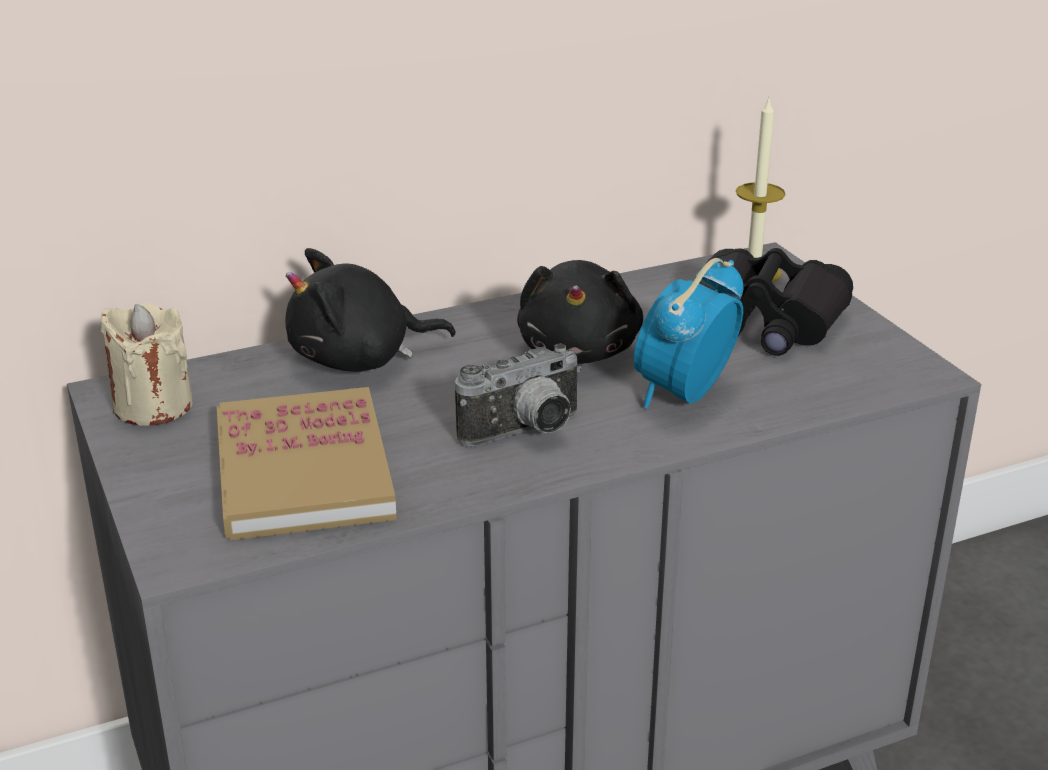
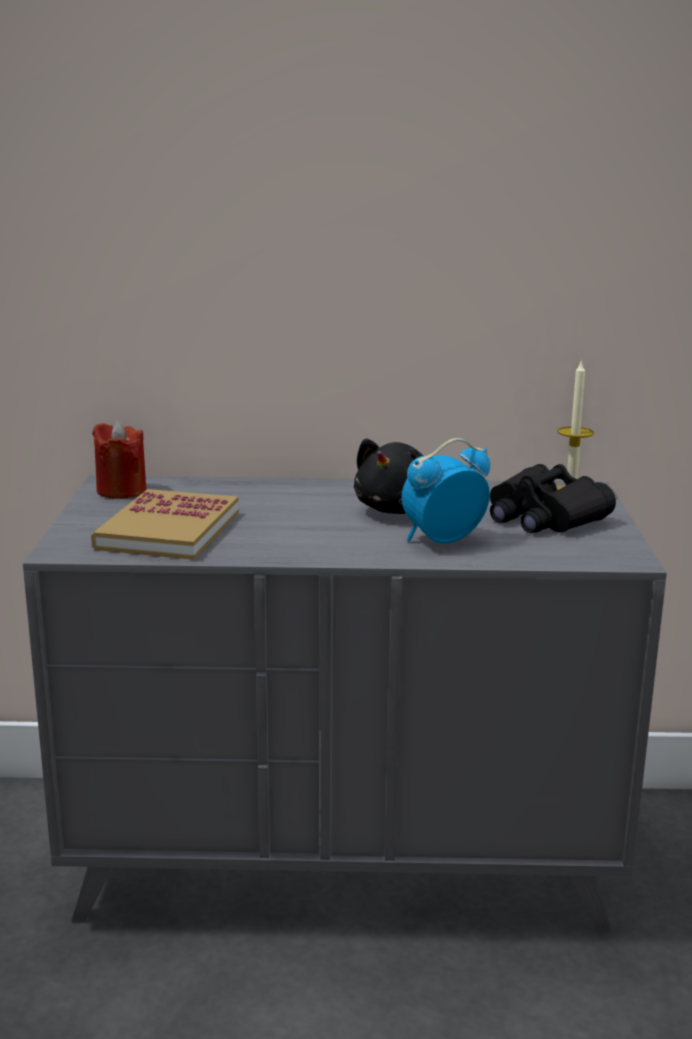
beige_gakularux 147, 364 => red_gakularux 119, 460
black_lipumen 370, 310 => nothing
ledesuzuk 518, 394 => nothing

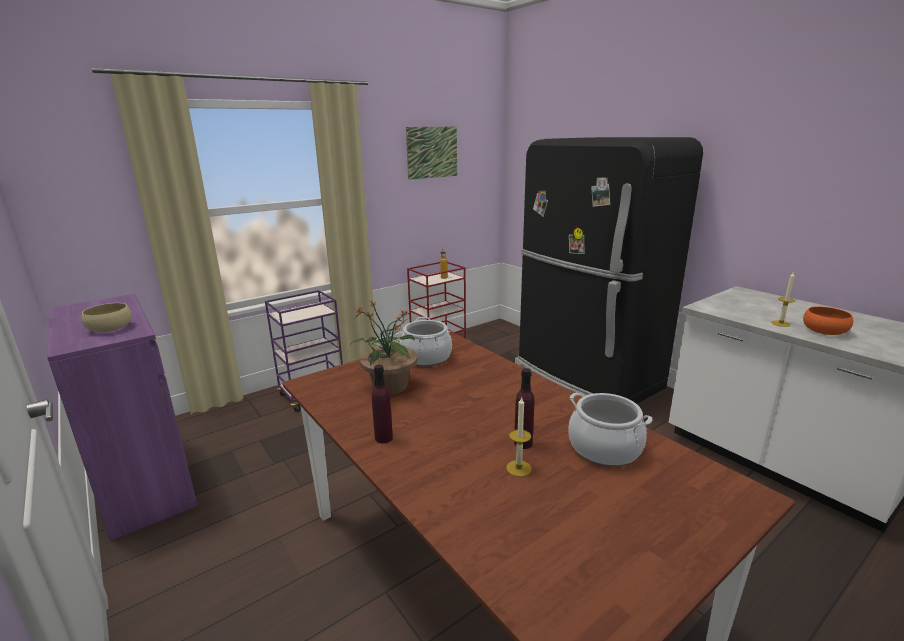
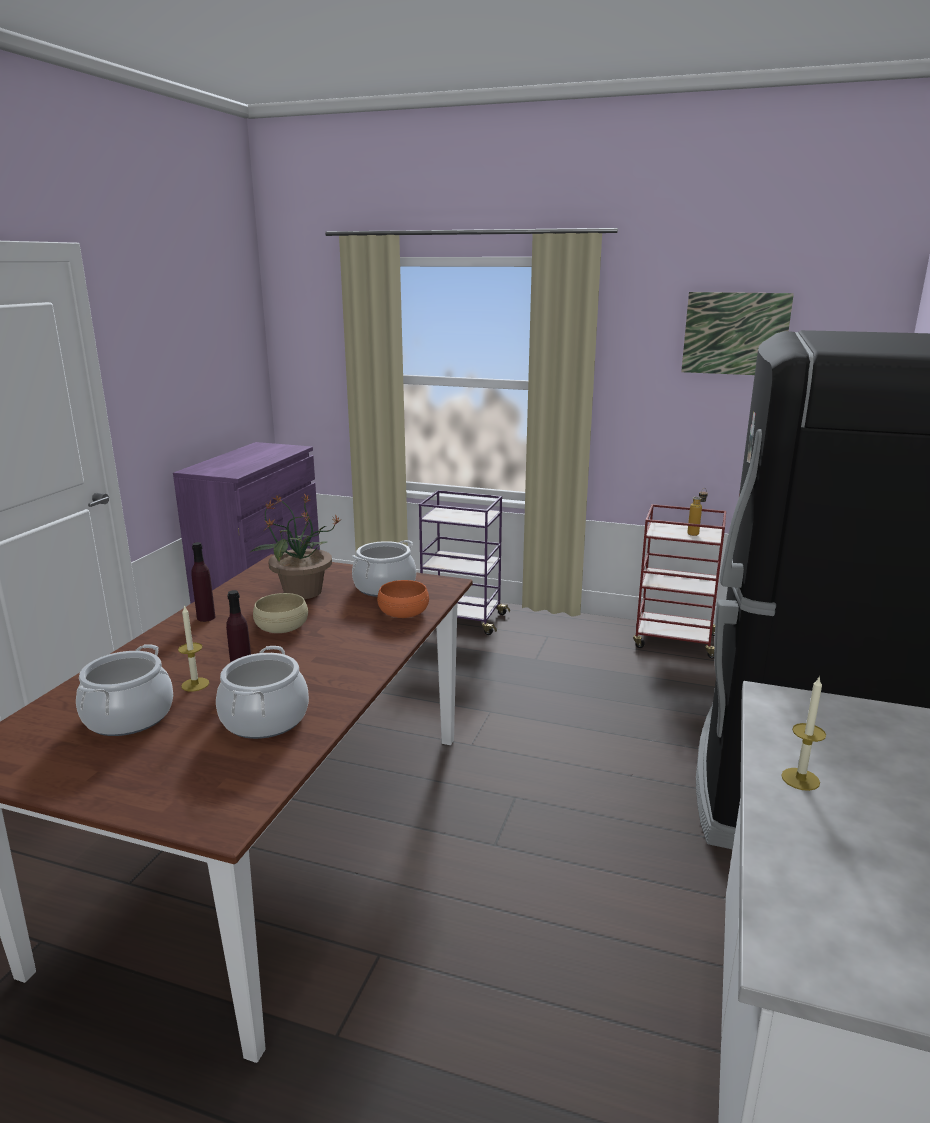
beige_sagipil 106, 317 => beige_sagipil 280, 613, shifted
orange_sagipil 828, 320 => orange_sagipil 403, 599, shifted
nothing => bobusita 124, 690

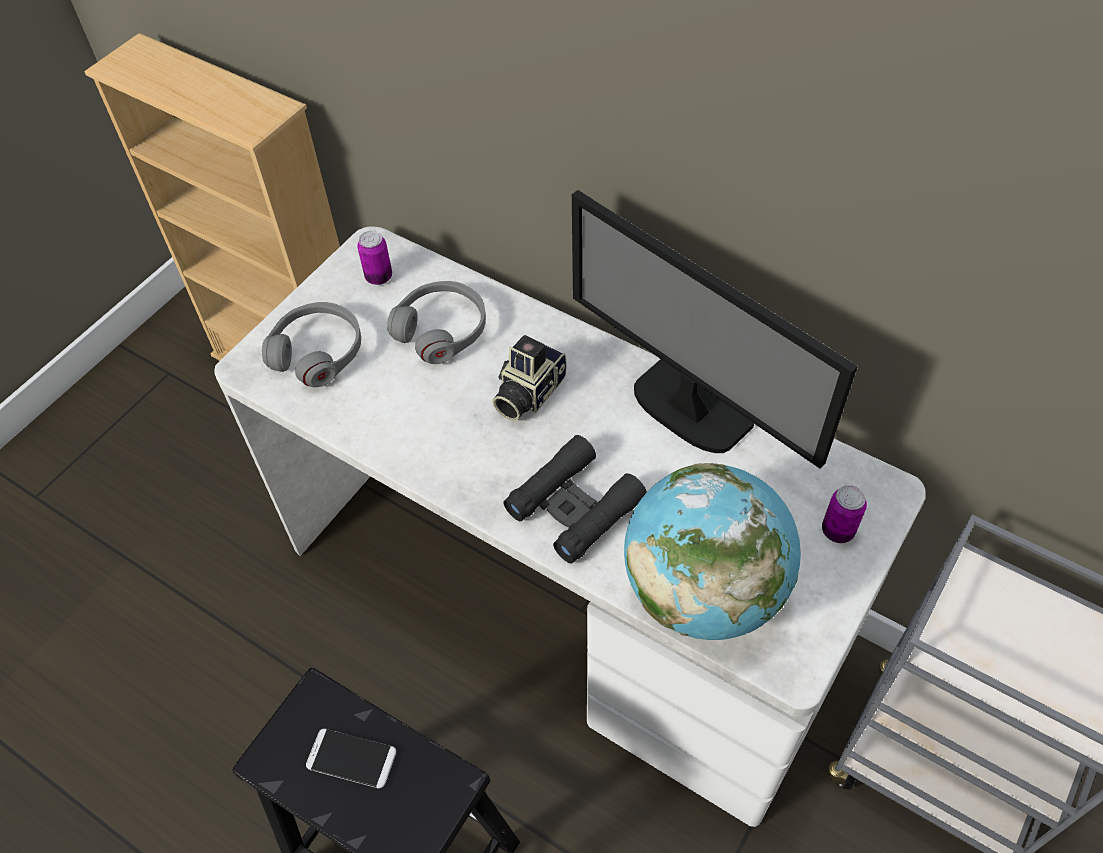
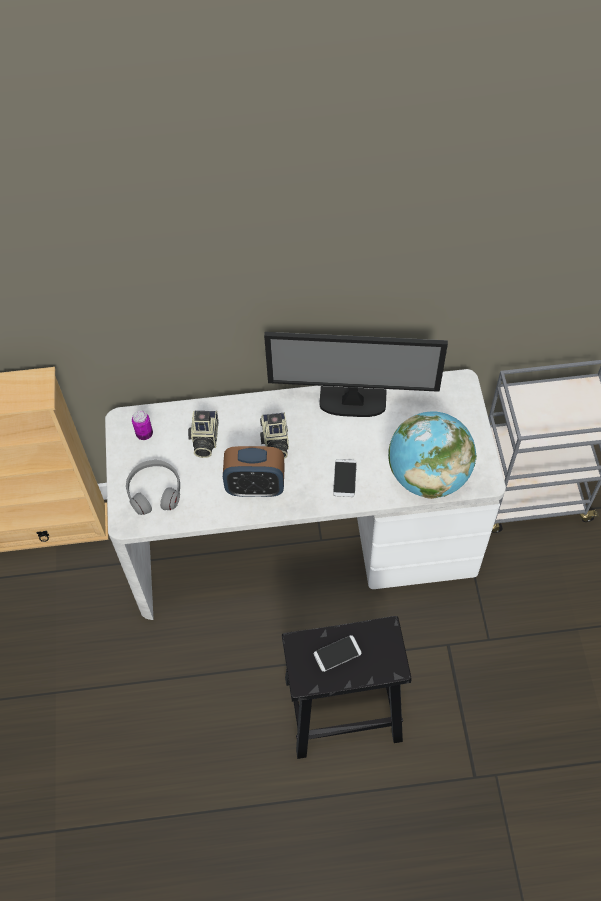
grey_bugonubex 436, 322 => ledesuzuk 203, 434
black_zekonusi 575, 499 => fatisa 345, 478
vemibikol 844, 514 => nothing
nothing => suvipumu 254, 471

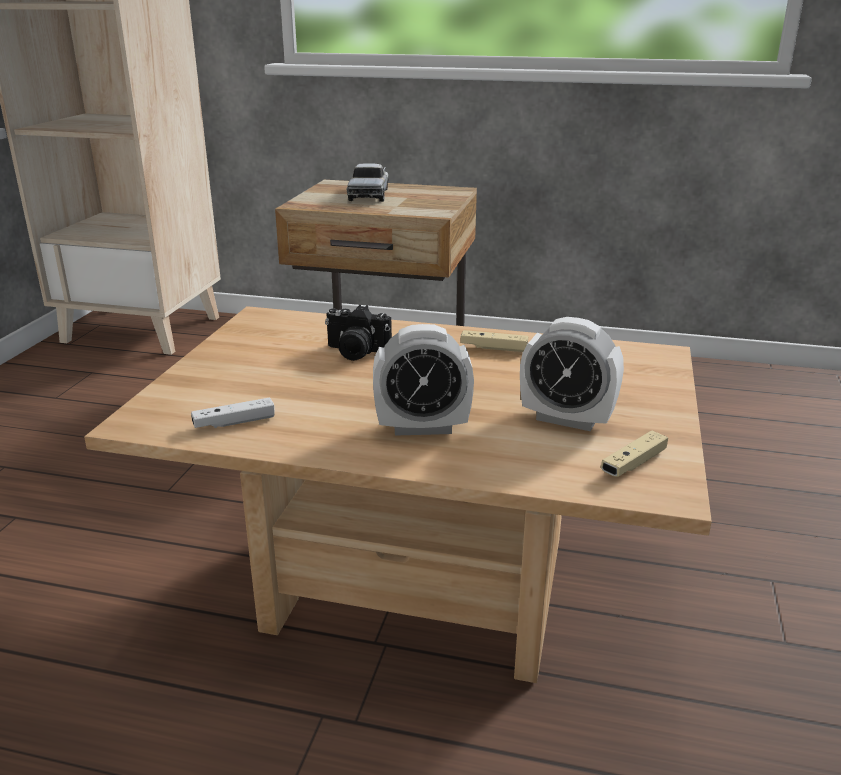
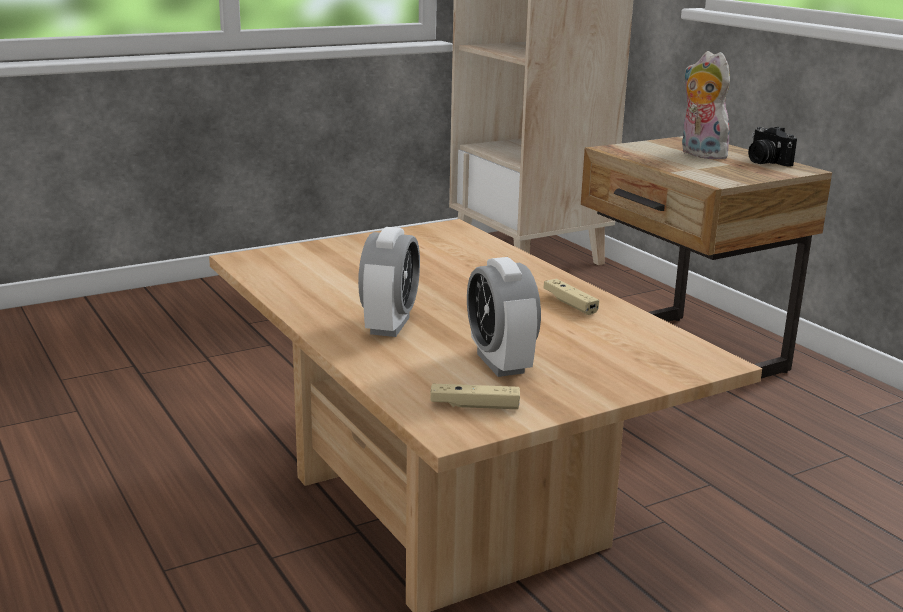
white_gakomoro 232, 413 => nothing
ledesuzuk 358, 333 => ledesuzuk 772, 147, shifted
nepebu 367, 182 => lipumen 706, 105
suvipumu 423, 380 => suvipumu 389, 282, 120 degrees counterclockwise

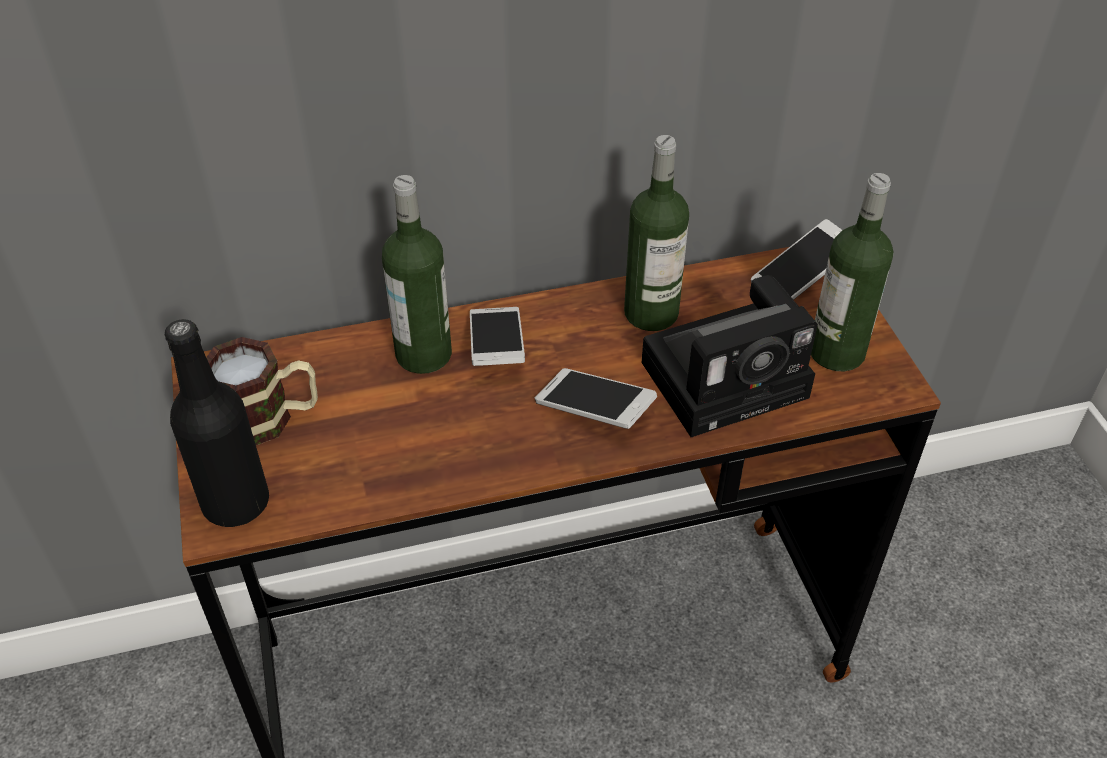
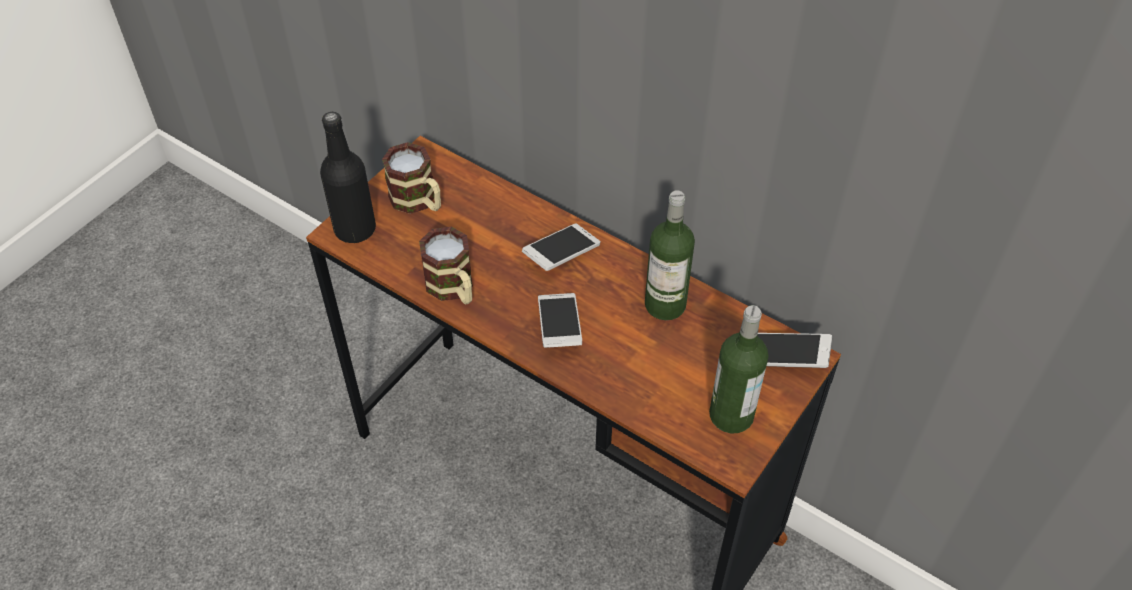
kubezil 417, 274 => nothing
ledesuzuk 730, 356 => nothing
nothing => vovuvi 446, 265

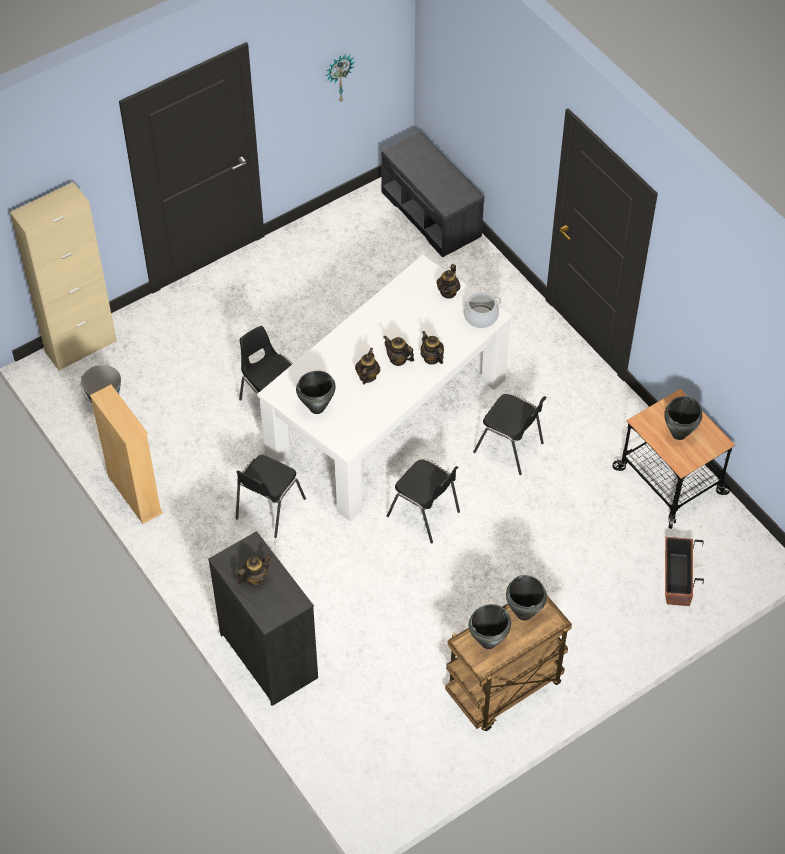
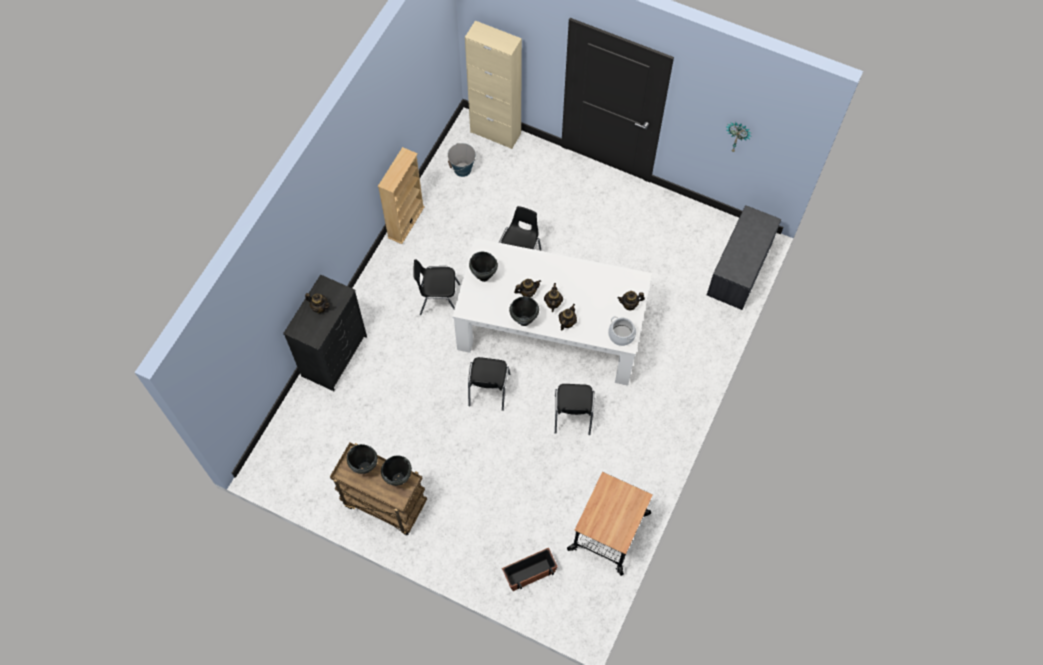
black_bobusita 683, 418 => black_bobusita 524, 311, shifted

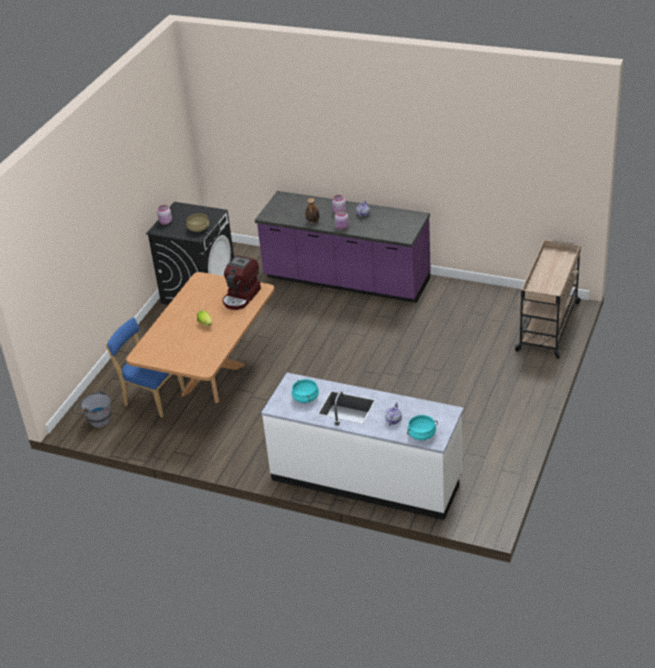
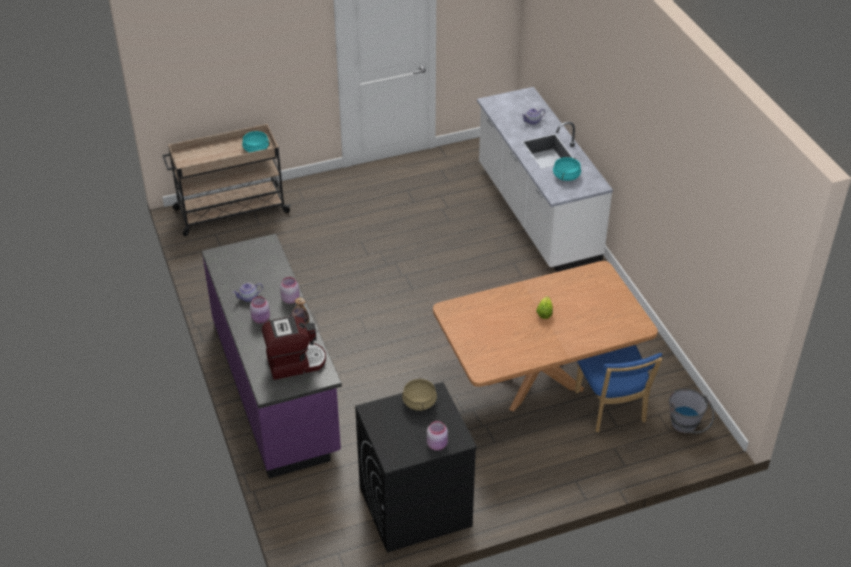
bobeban 241, 282 => bobeban 294, 348, shifted
turquoise_bobusita 422, 427 => turquoise_bobusita 256, 142, shifted

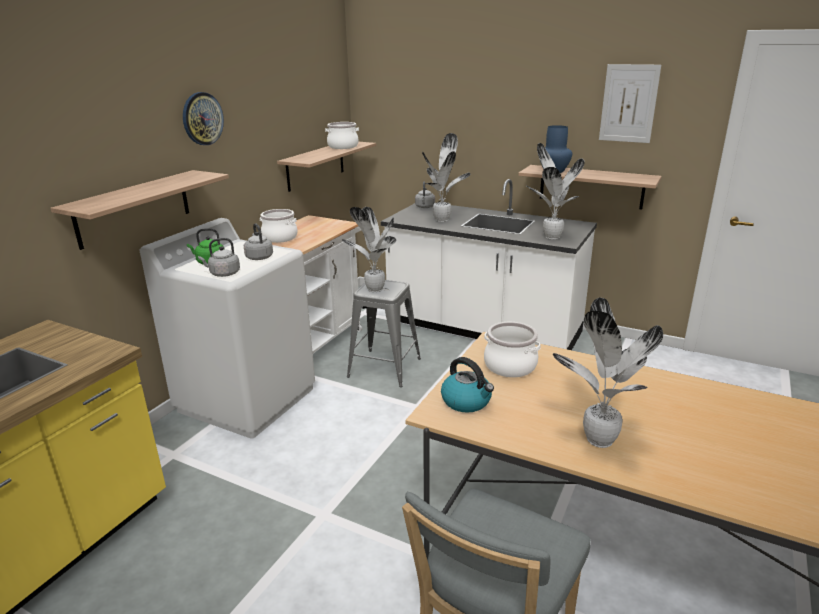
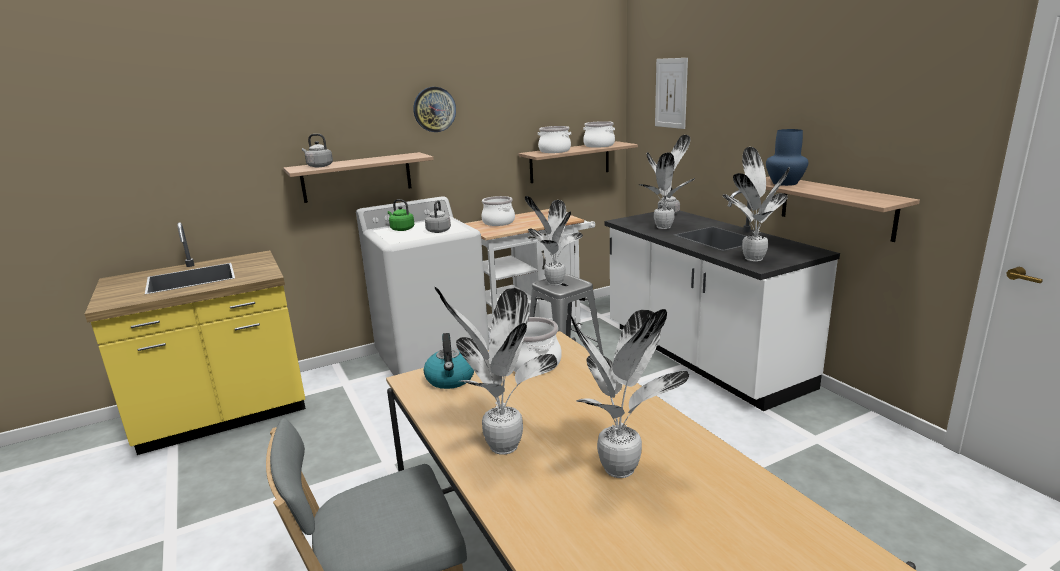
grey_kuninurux 219, 257 => grey_kuninurux 317, 150, shifted
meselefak 630, 103 => meselefak 671, 93, shifted
nothing => bobusita 554, 139
nothing => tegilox 629, 393

